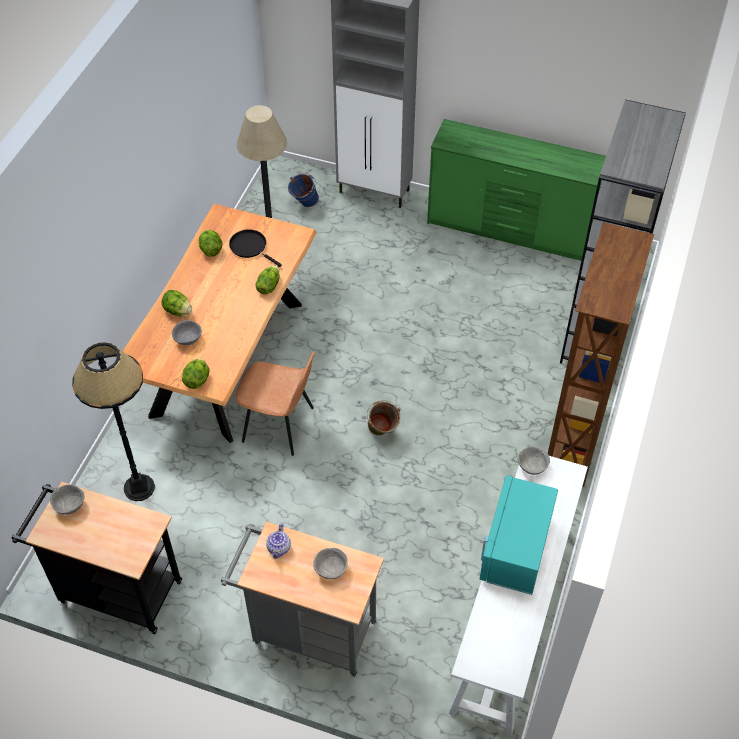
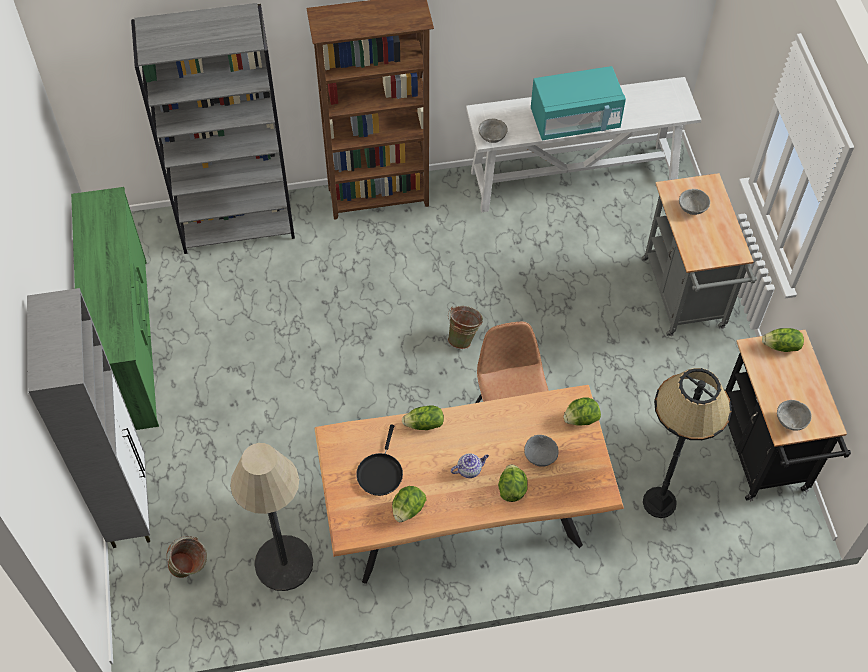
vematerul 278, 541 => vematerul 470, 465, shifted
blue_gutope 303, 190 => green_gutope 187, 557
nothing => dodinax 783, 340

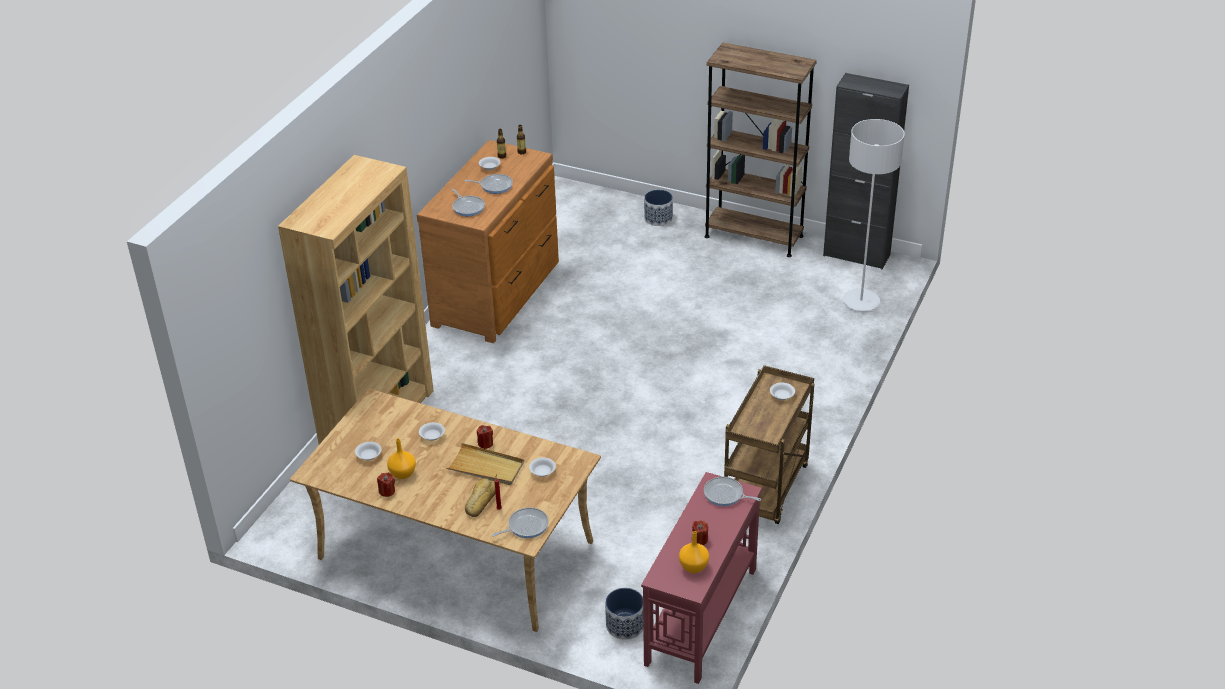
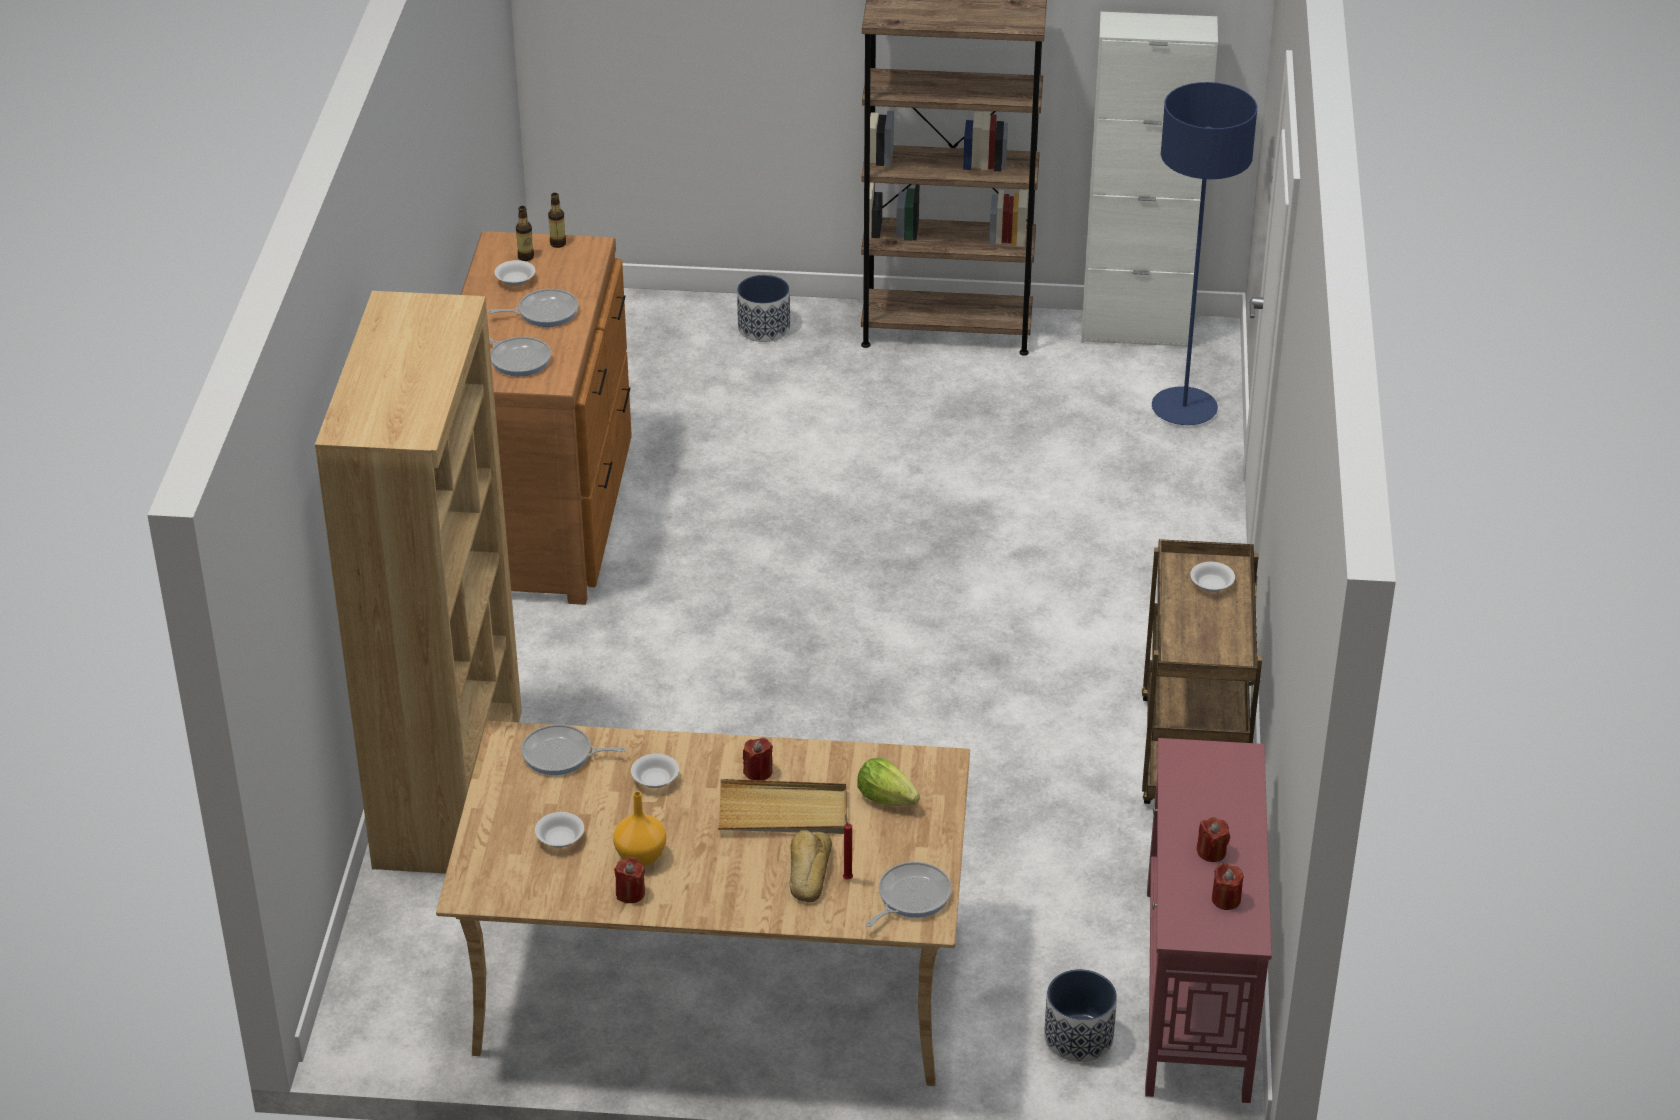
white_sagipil 542, 467 => dodinax 889, 782
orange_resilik 694, 552 => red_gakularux 1228, 886
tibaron 732, 491 => tibaron 573, 749, shifted
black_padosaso 866, 171 => white_padosaso 1149, 179
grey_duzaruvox 874, 215 => blue_duzaruvox 1204, 253

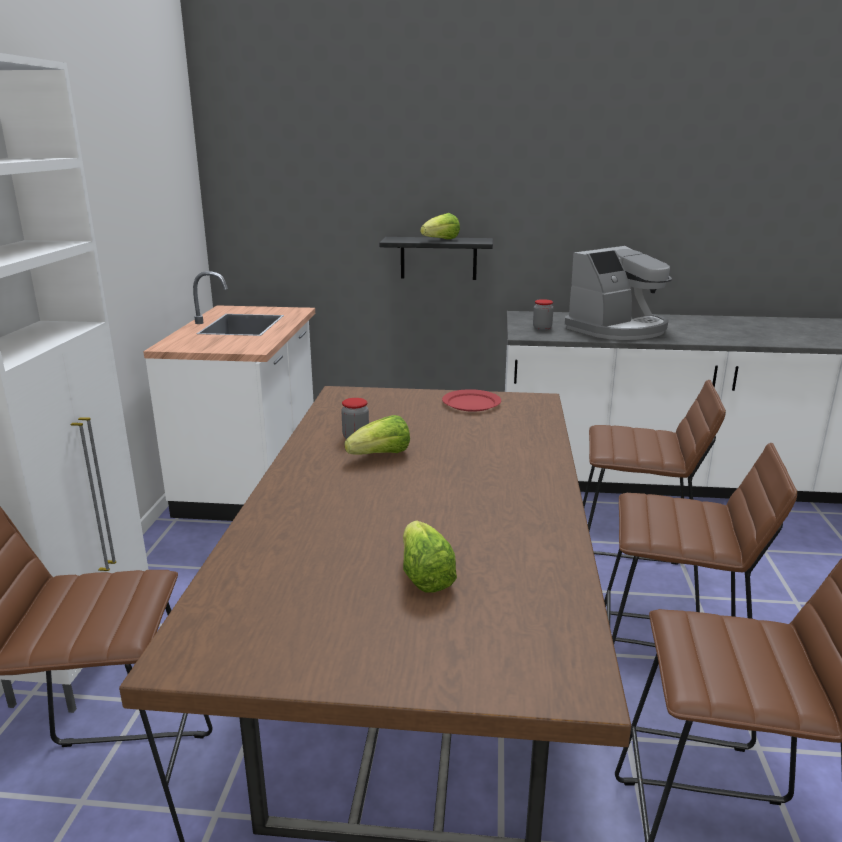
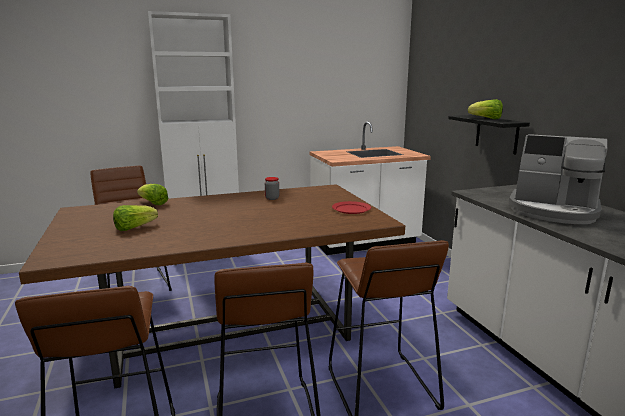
dodinax 377, 435 => dodinax 152, 194, shifted
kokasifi 543, 314 => nothing

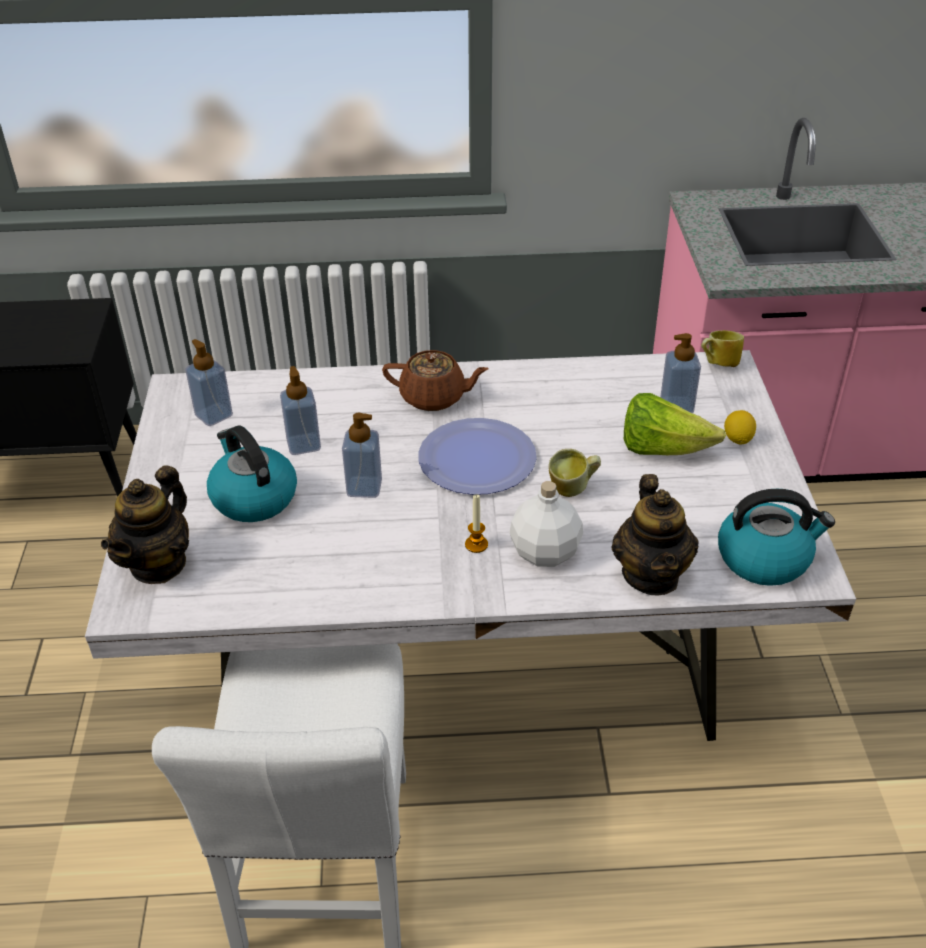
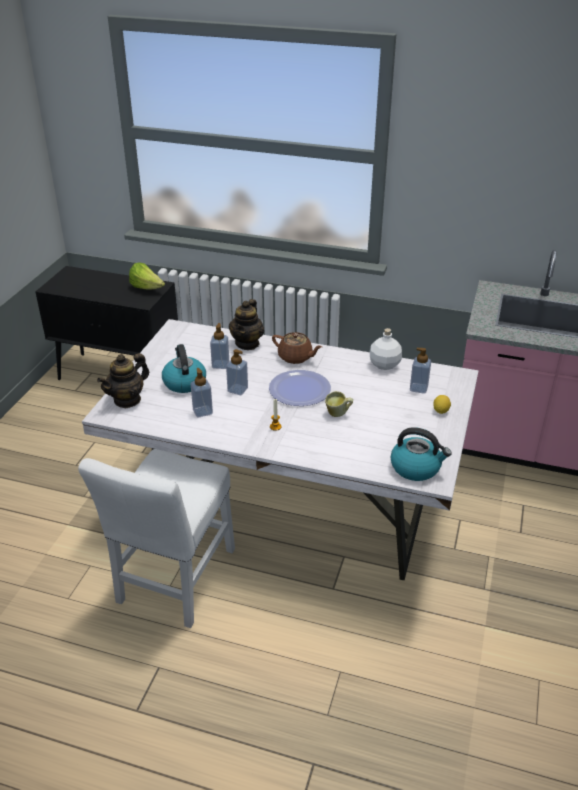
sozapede 209, 382 => sozapede 202, 392, shifted
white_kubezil 546, 524 => white_kubezil 386, 349, shifted
vematerul 655, 535 => vematerul 247, 324, shifted
dodinax 675, 424 => dodinax 147, 276, shifted
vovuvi 722, 348 => nothing

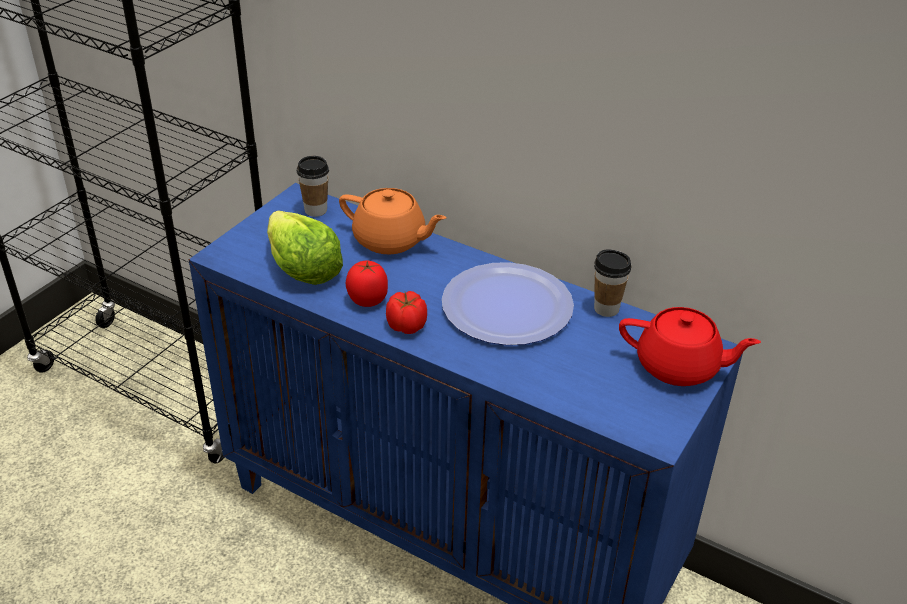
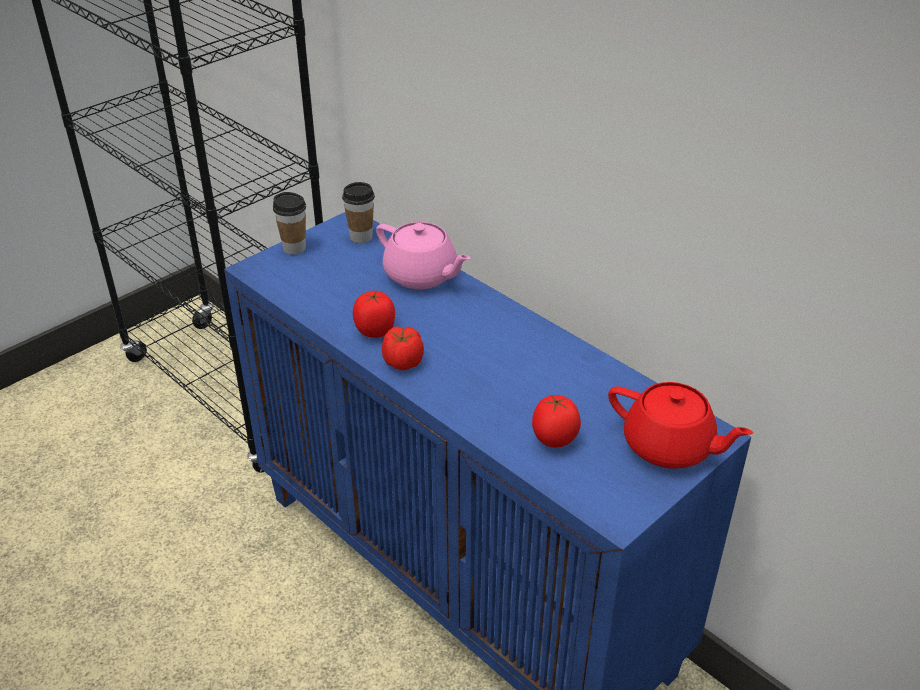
dodinax 305, 248 => nothing
orange_vematerul 392, 221 => pink_vematerul 423, 255
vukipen 508, 303 => nothing
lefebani 612, 283 => lefebani 289, 223, shifted
nothing => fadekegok 556, 421

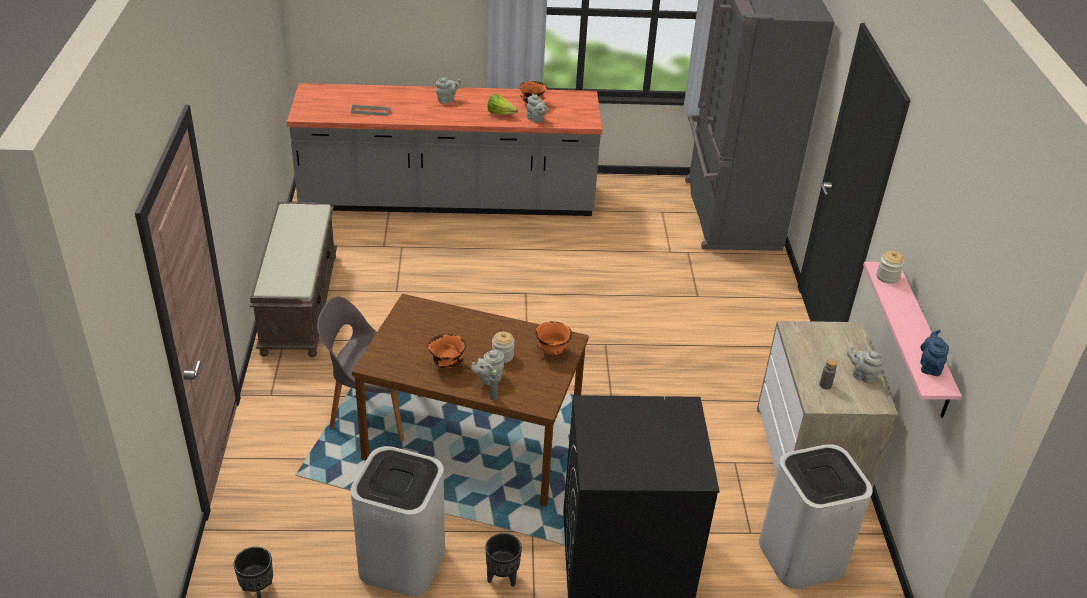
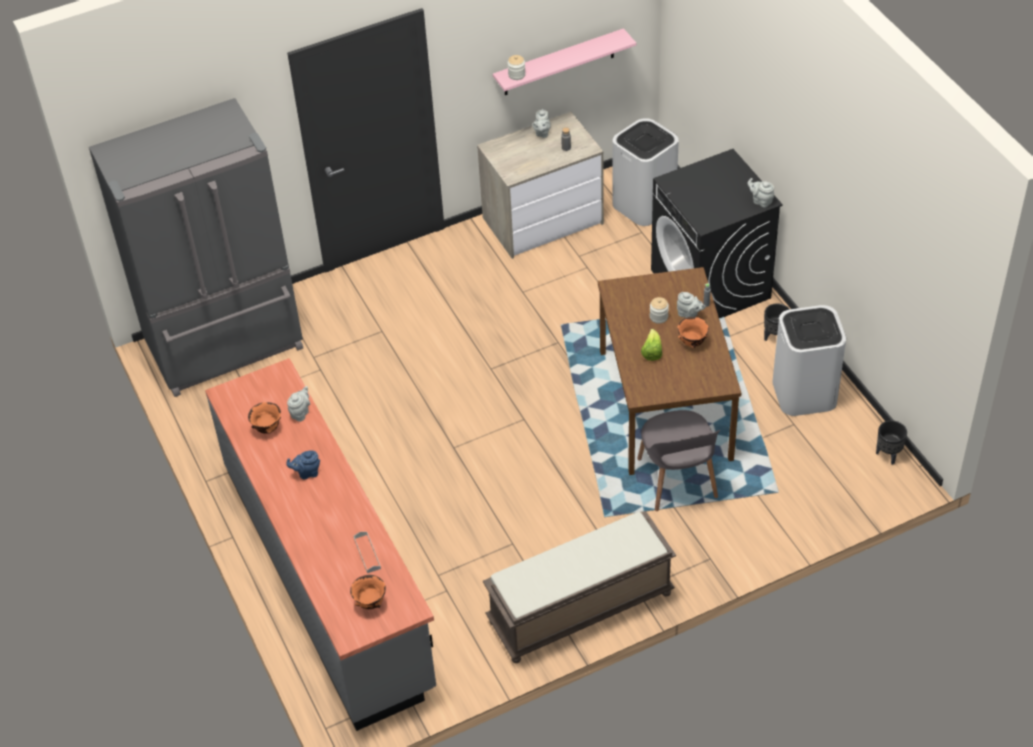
grey_vematerul 448, 90 => grey_vematerul 760, 193, shifted
dodinax 503, 104 => dodinax 651, 345, shifted
orange_sagipil 554, 338 => orange_sagipil 368, 592, shifted
blue_vematerul 934, 353 => blue_vematerul 303, 464, shifted

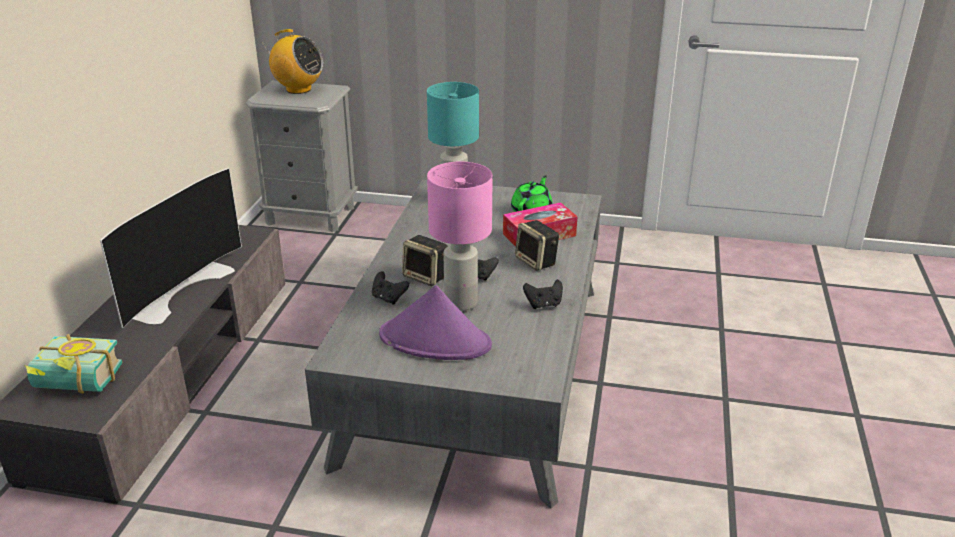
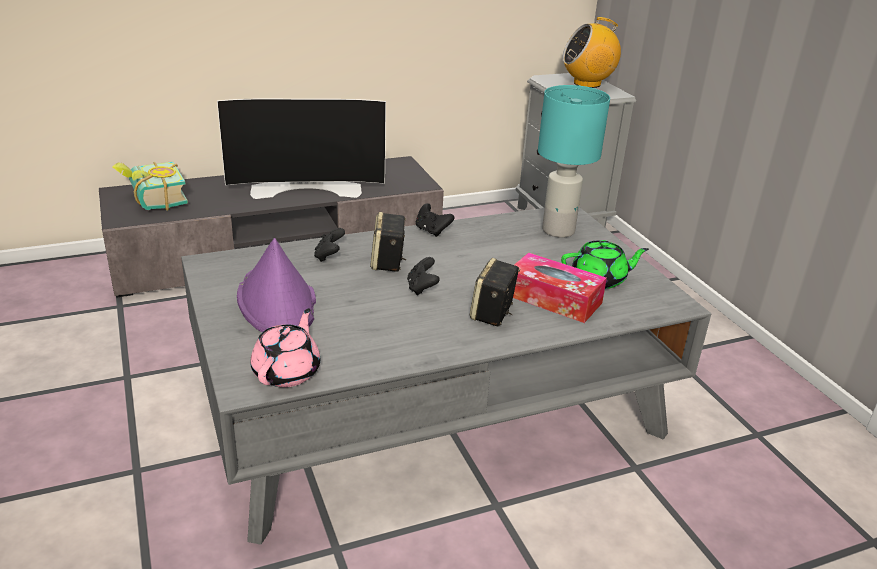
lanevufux 292, 61 => lanevufux 591, 52, 90 degrees clockwise
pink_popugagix 460, 236 => nothing
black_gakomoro 543, 294 => black_gakomoro 435, 220, shifted
nothing => pink_vematerul 285, 347

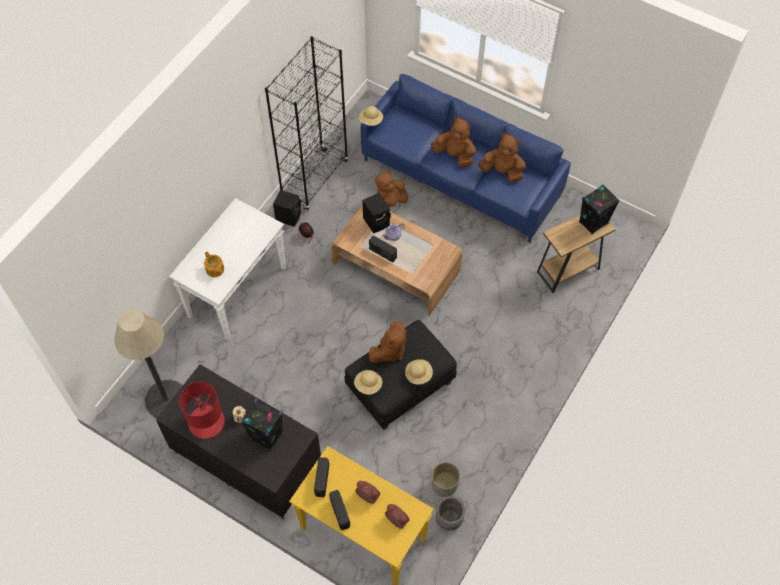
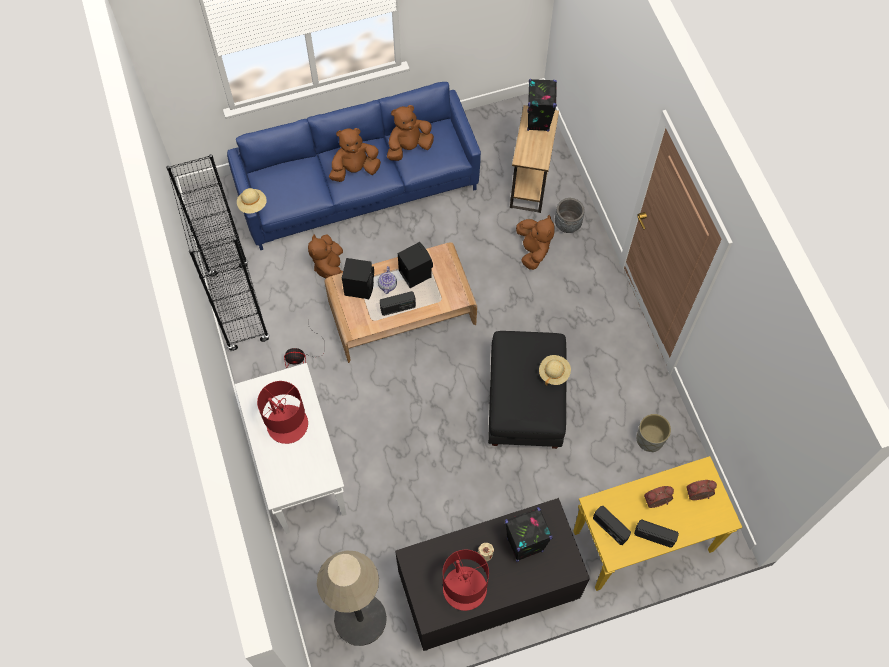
vematerul 214, 264 => nothing
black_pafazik 287, 208 => black_pafazik 415, 265, shifted
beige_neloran 368, 382 => nothing
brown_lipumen 388, 342 => brown_lipumen 535, 242, shifted
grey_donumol 450, 514 => grey_donumol 570, 215, shifted
nothing => red_popugagix 282, 412

